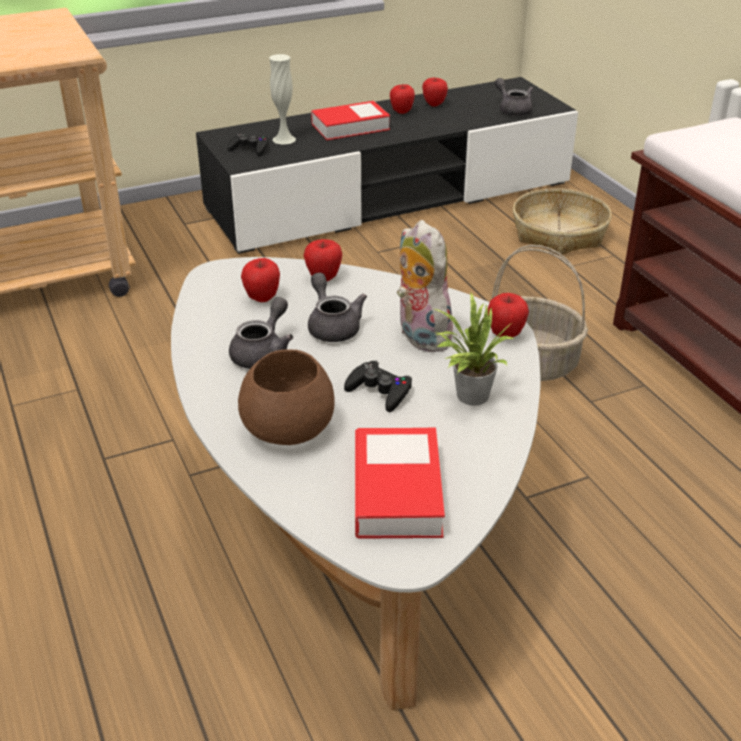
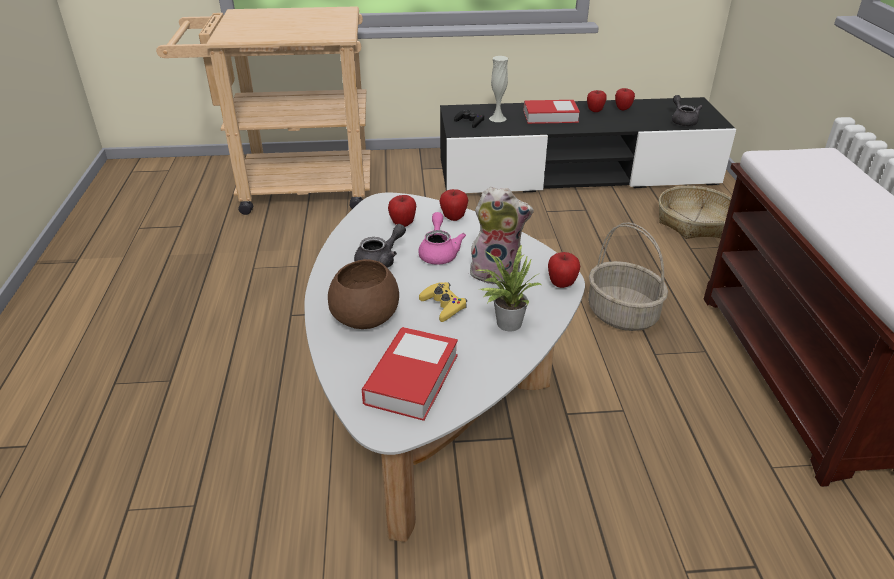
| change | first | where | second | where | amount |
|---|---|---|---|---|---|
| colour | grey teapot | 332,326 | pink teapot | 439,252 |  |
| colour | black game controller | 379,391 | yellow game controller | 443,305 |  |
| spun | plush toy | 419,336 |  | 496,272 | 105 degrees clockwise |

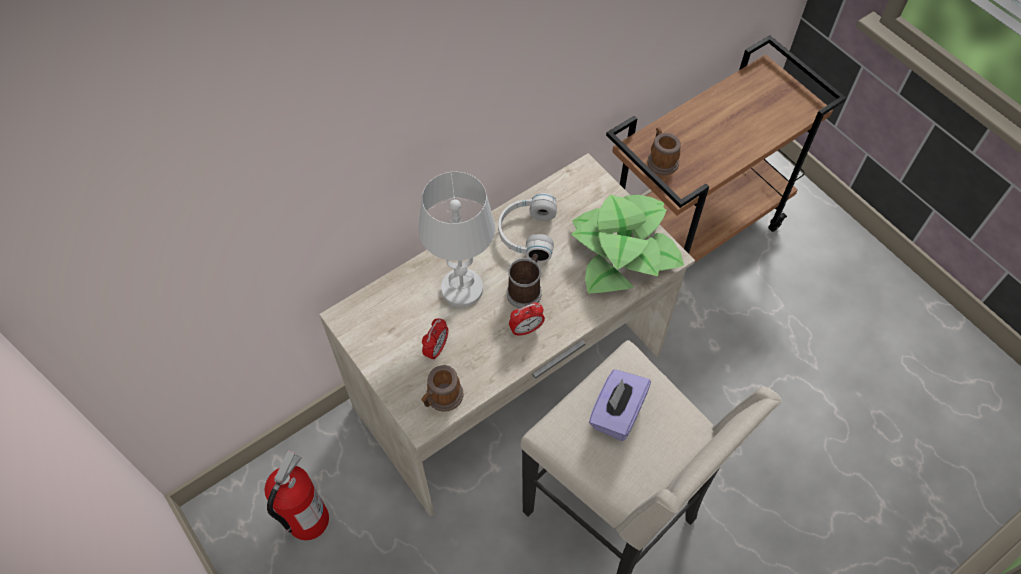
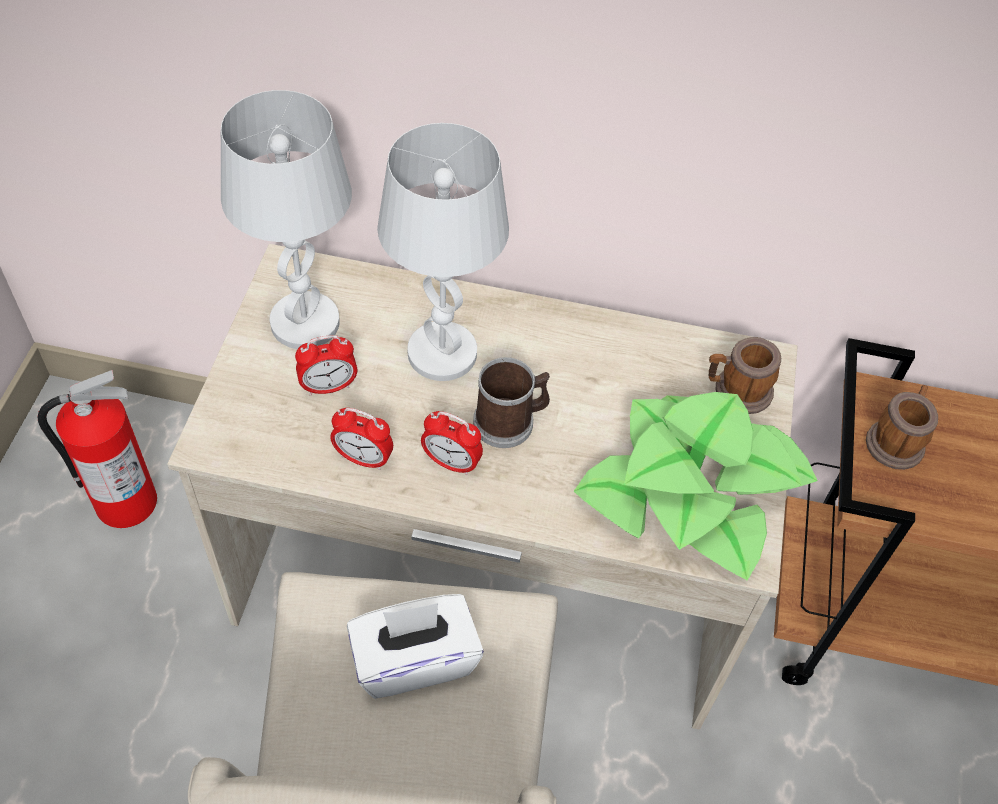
| change | first | where | second | where | amount |
|---|---|---|---|---|---|
| appeared |  |  | white table lamp | 305,323 |  |
| appeared |  |  | alarm clock | 363,459 |  |
| colour | purple tissue box | 616,413 | white tissue box | 414,659 |  |
| relocated | mug | 441,398 |  | 736,391 |  |
| missing | white headphones | 526,233 |  |  |  |

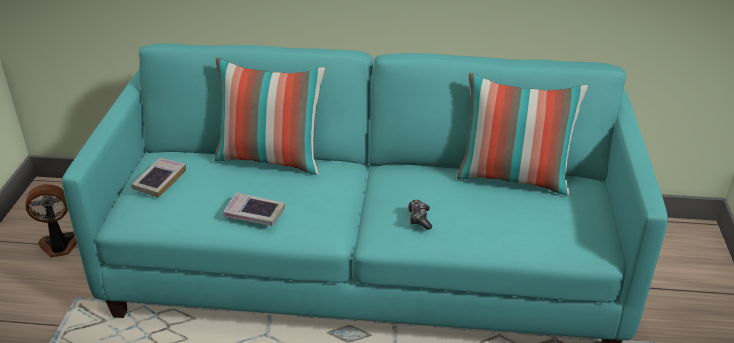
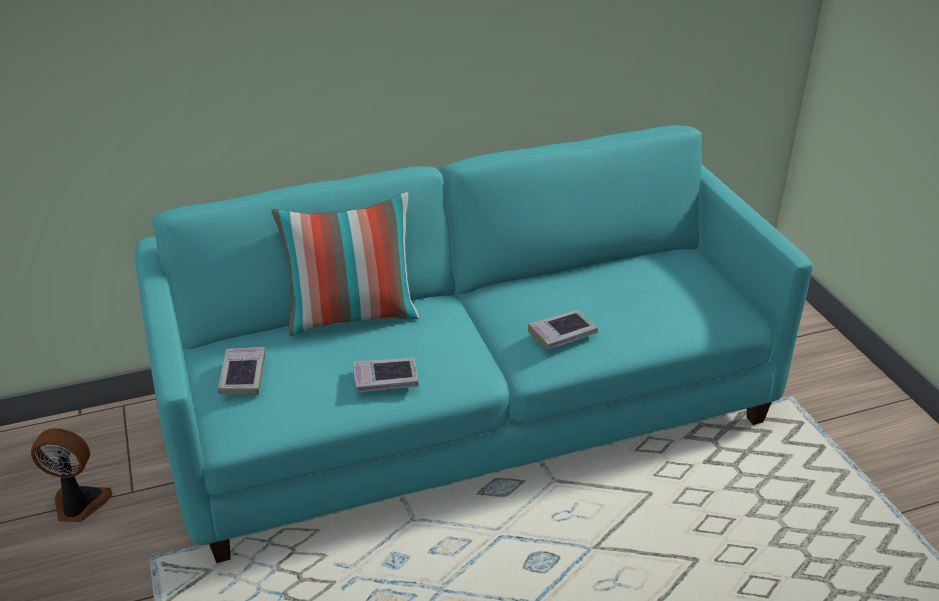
| change | first | where | second | where | amount |
|---|---|---|---|---|---|
| spun | fan | 60,245 |  | 78,505 | 45 degrees clockwise |
| exchanged | game controller | 419,219 | book | 562,334 |  |
| missing | pillow | 514,178 |  |  |  |

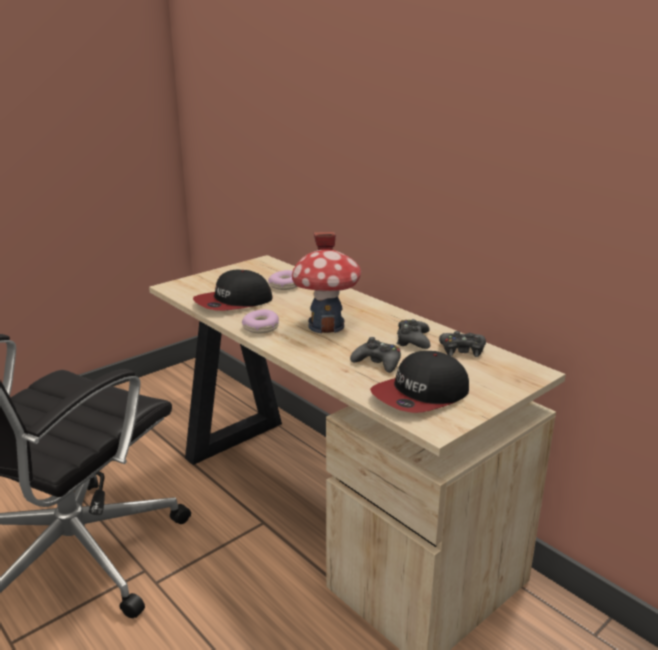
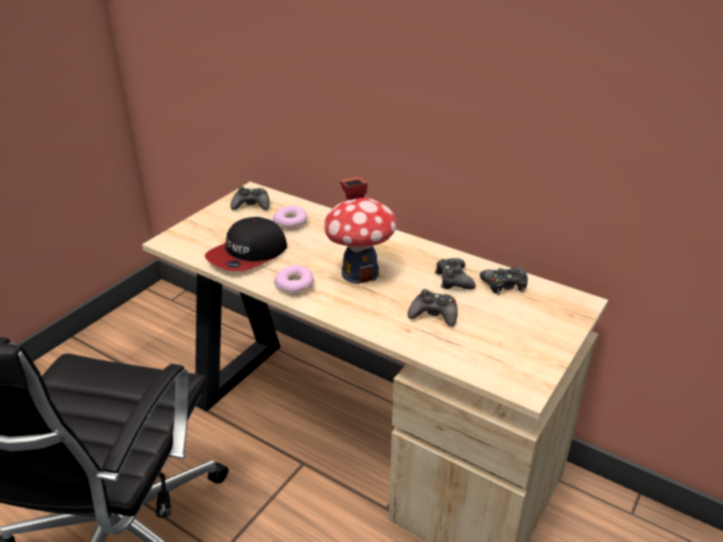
| change | first | where | second | where | amount |
|---|---|---|---|---|---|
| appeared |  |  | black game controller | 251,205 |  |
| missing | cap | 421,395 |  |  |  |

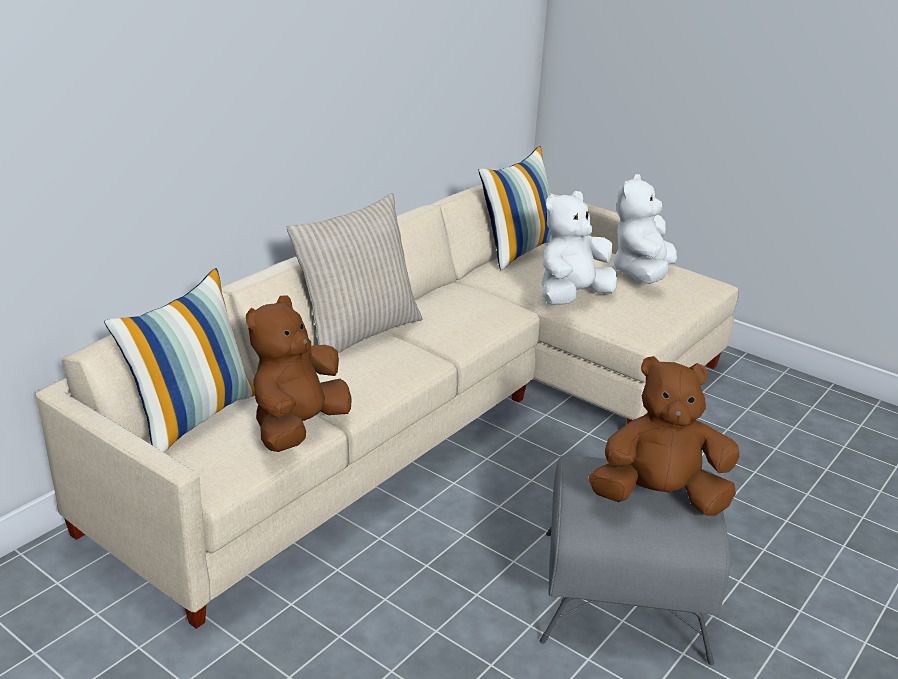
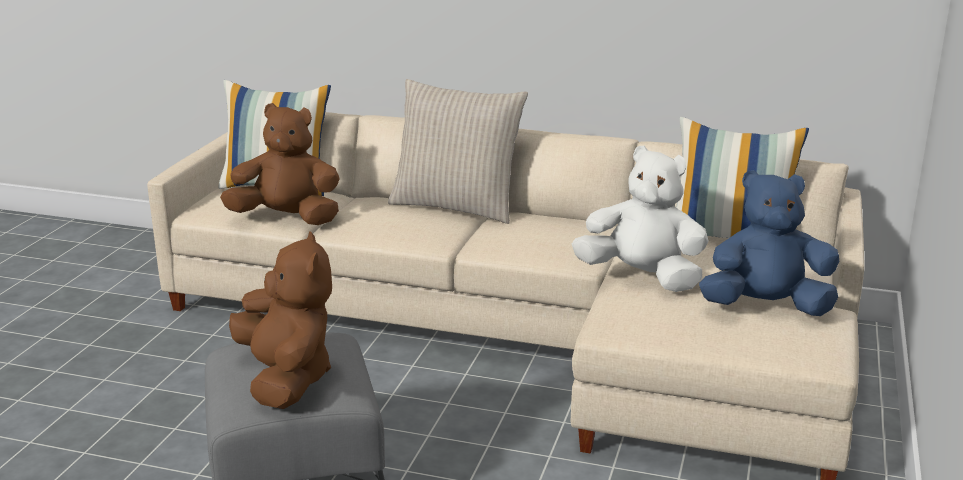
| change | first | where | second | where | amount |
|---|---|---|---|---|---|
| colour | white plush toy | 641,274 | blue plush toy | 766,307 |  |

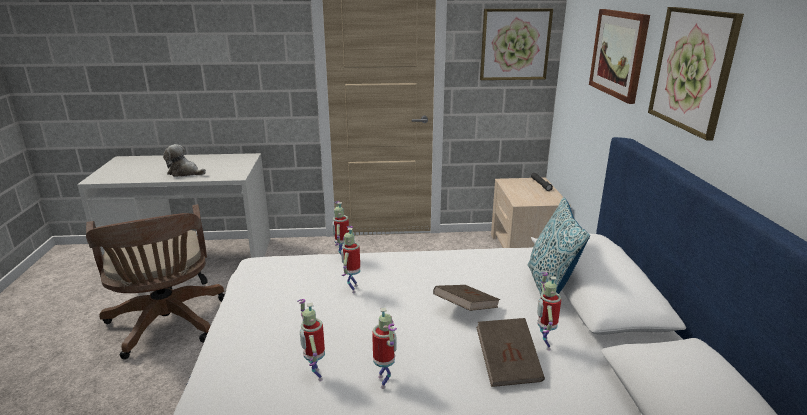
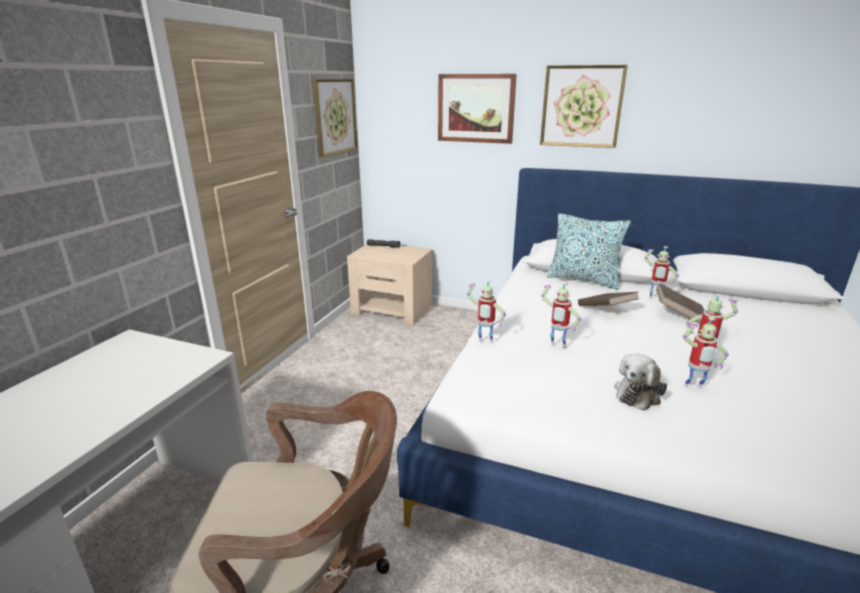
| change | first | where | second | where | amount |
|---|---|---|---|---|---|
| relocated | plush toy | 185,173 |  | 638,393 |  |

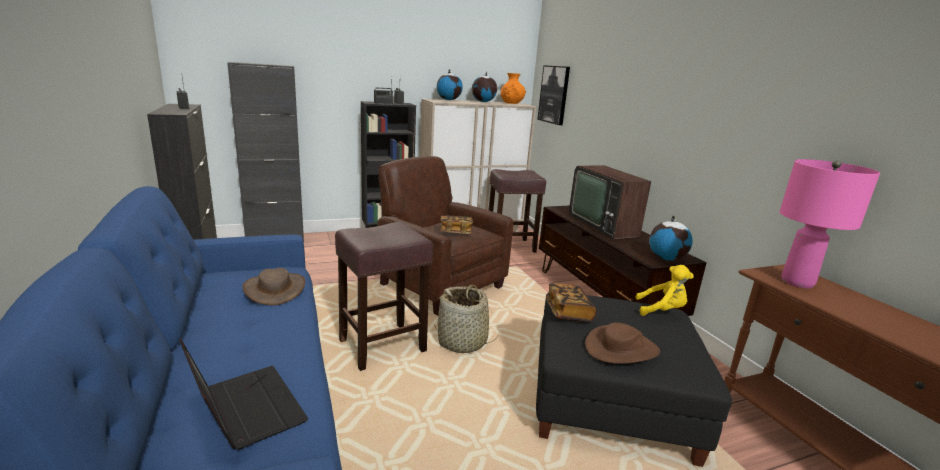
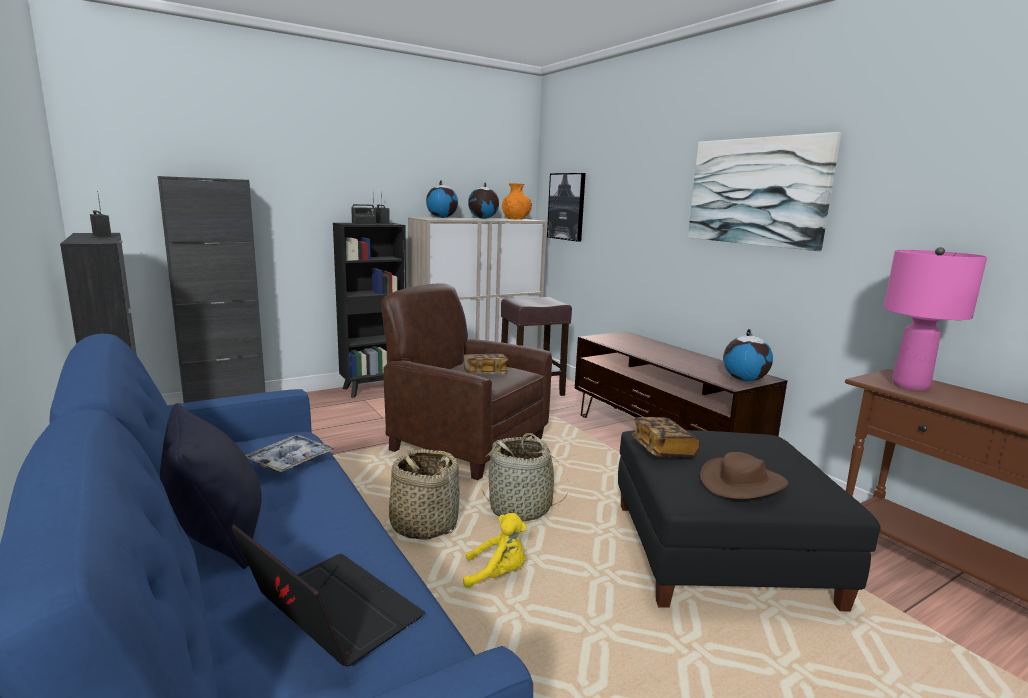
| change | first | where | second | where | amount |
|---|---|---|---|---|---|
| appeared |  |  | black pillow | 218,537 |  |
| exchanged | brown hat | 275,289 | tray | 290,460 |  |
| exchanged | brown stool | 384,345 | basket | 423,524 |  |
| relocated | yellow plush toy | 662,310 |  | 497,574 |  |
| appeared |  |  | picture | 756,191 |  |
| missing | television | 605,224 |  |  |  |

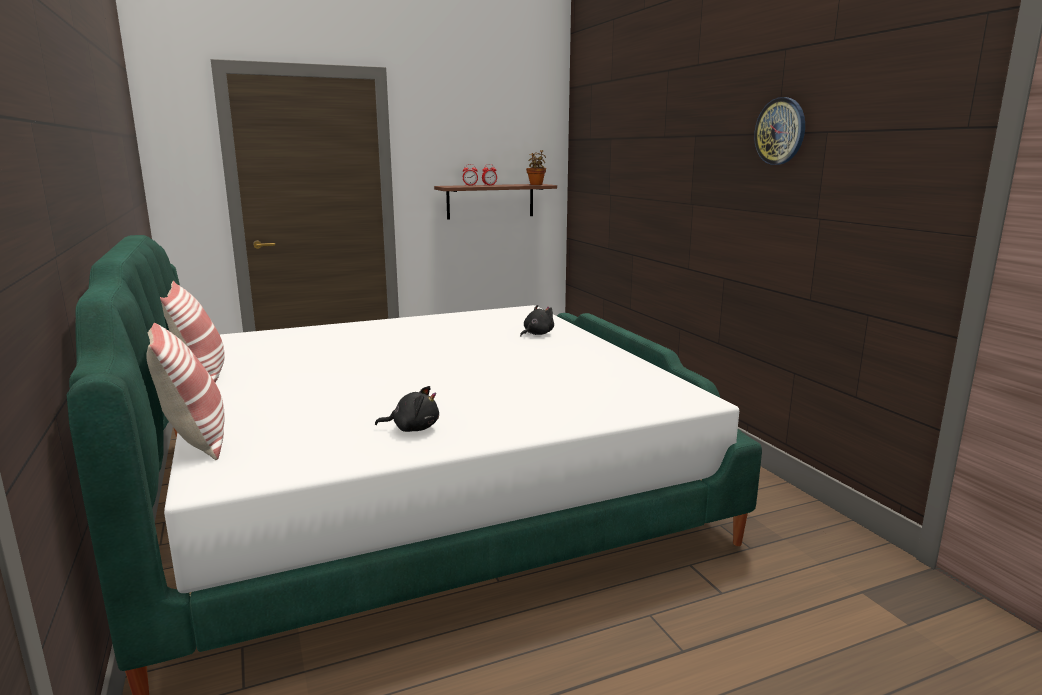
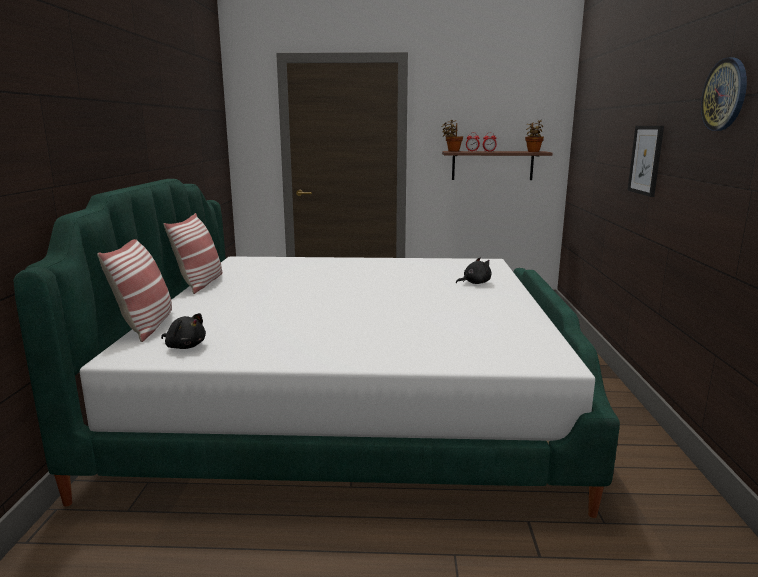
| change | first | where | second | where | amount |
|---|---|---|---|---|---|
| relocated | black plush toy | 413,428 |  | 185,346 |  |
| appeared |  |  | potted plant | 452,151 |  |
| appeared |  |  | picture | 646,160 |  |

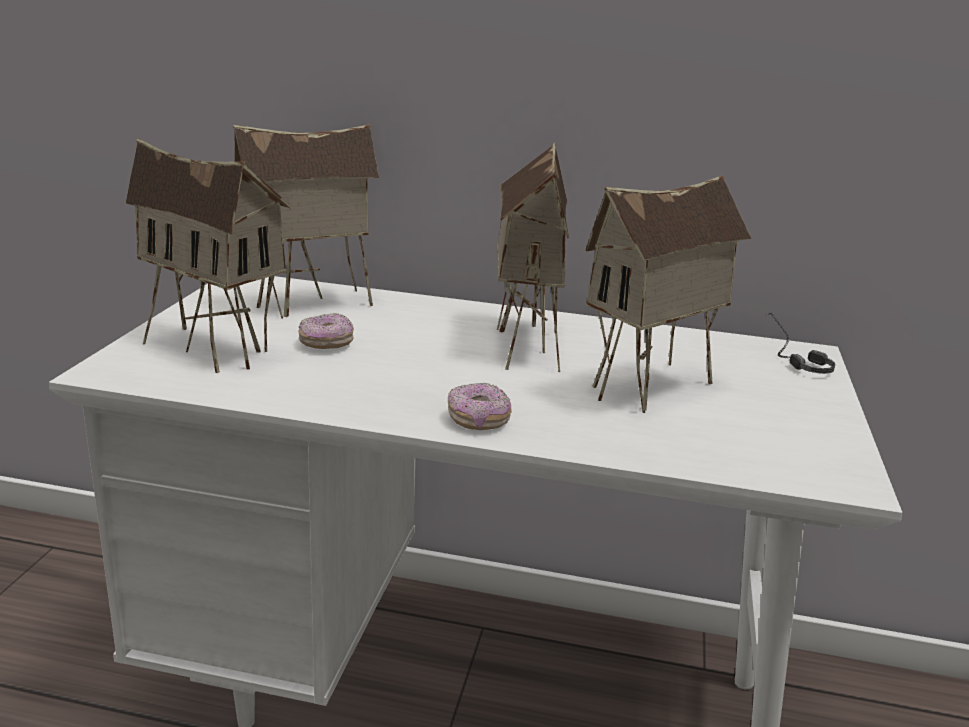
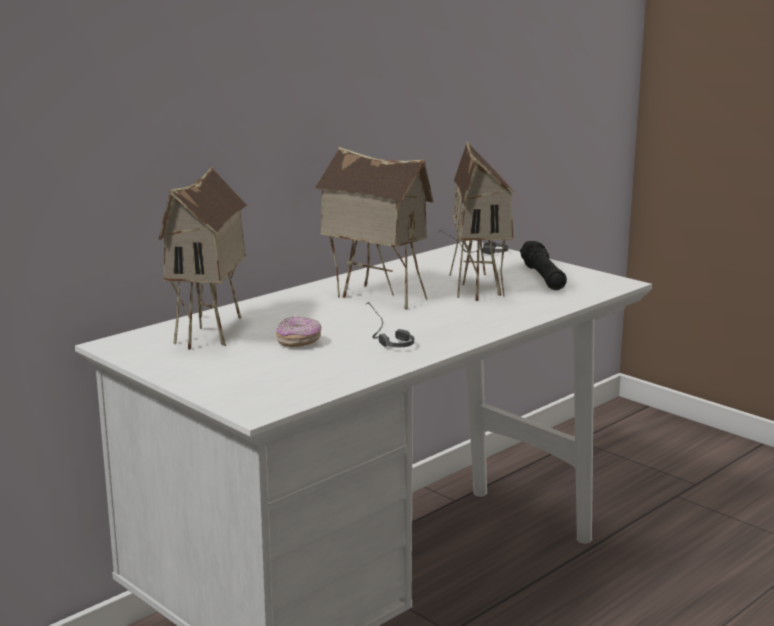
| change | first | where | second | where | amount |
|---|---|---|---|---|---|
| appeared |  |  | headphones | 381,337 |  |
| appeared |  |  | black flashlight | 543,277 |  |
| missing | toy house | 215,349 |  |  |  |
| missing | donut | 478,420 |  |  |  |

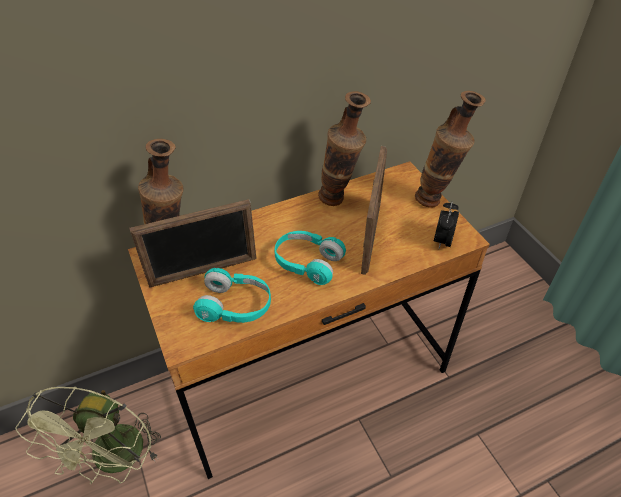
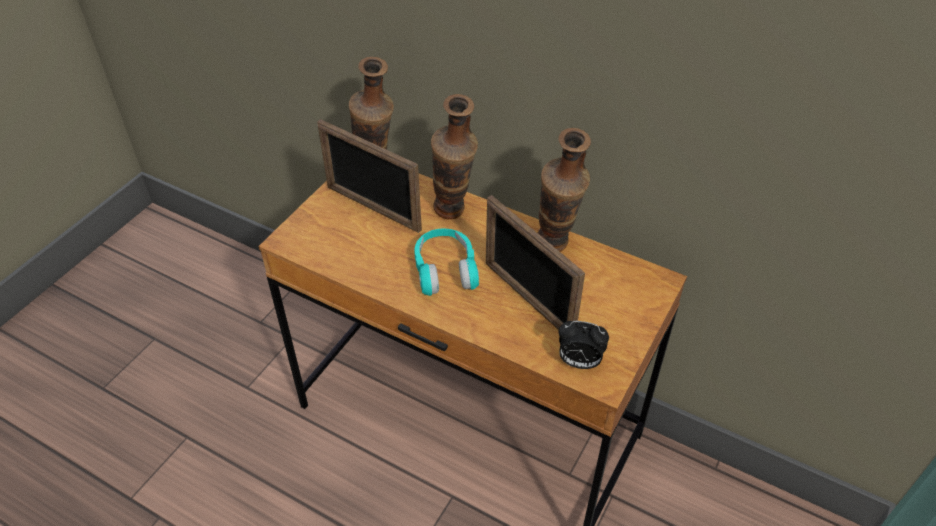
| change | first | where | second | where | amount |
|---|---|---|---|---|---|
| relocated | vase | 436,201 |  | 453,216 |  |
| spun | picture frame | 371,236 |  | 527,299 | 75 degrees clockwise |
| spun | alarm clock | 442,241 |  | 579,362 | 150 degrees counterclockwise |
| missing | green fan | 116,461 |  |  |  |
| missing | turquoise headphones | 235,306 |  |  |  |

